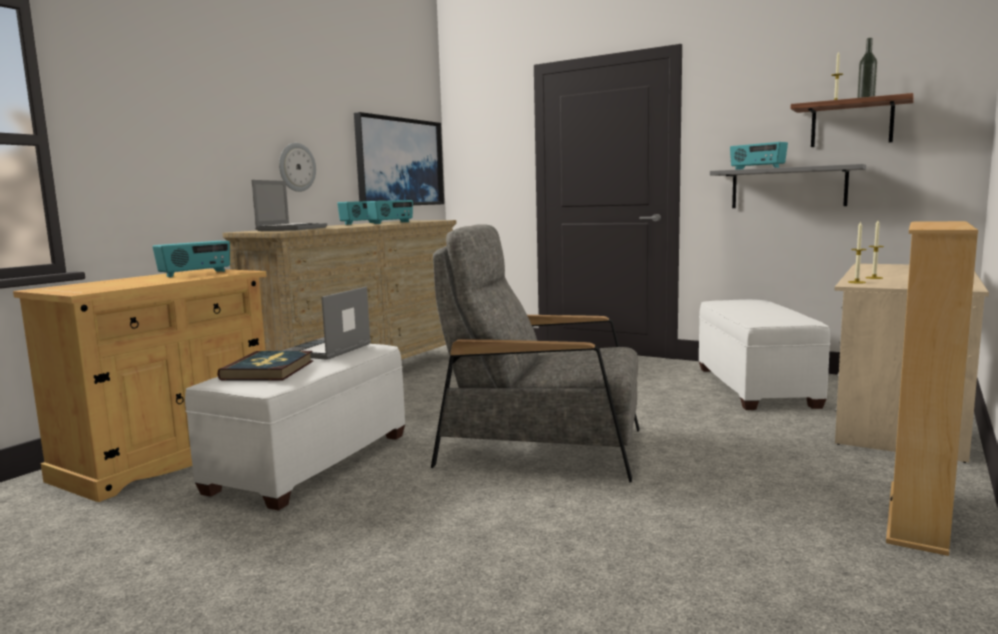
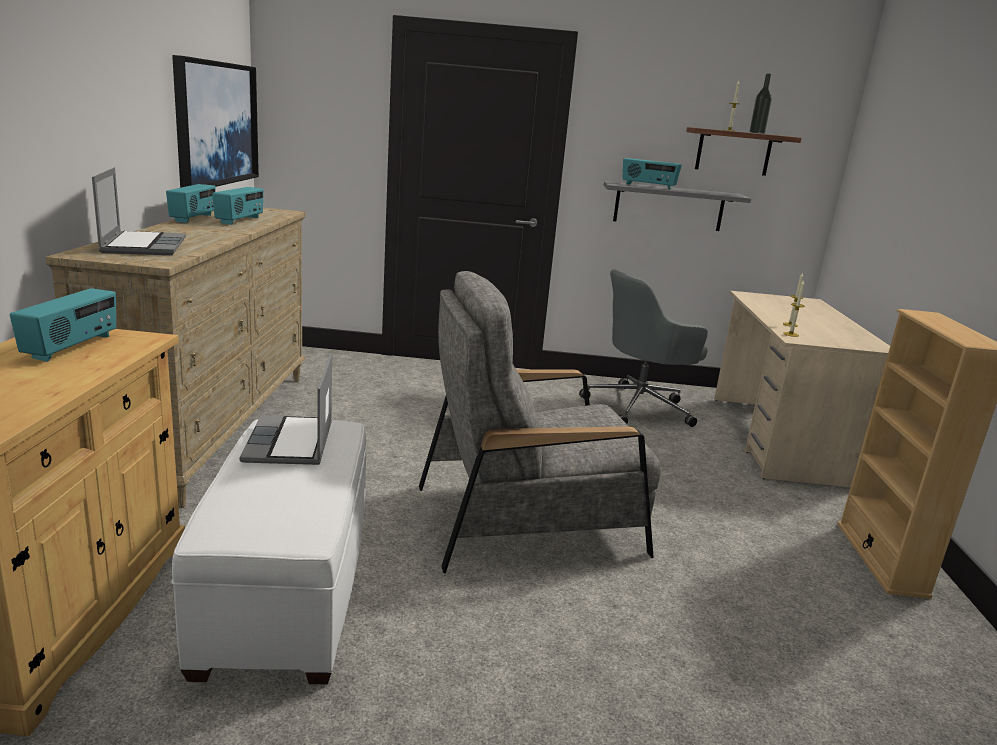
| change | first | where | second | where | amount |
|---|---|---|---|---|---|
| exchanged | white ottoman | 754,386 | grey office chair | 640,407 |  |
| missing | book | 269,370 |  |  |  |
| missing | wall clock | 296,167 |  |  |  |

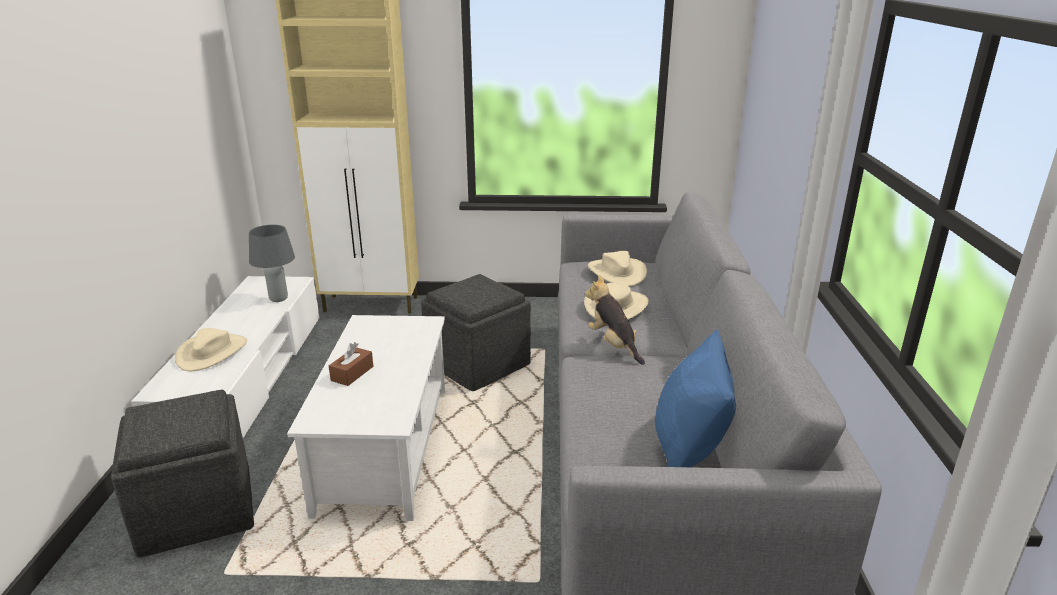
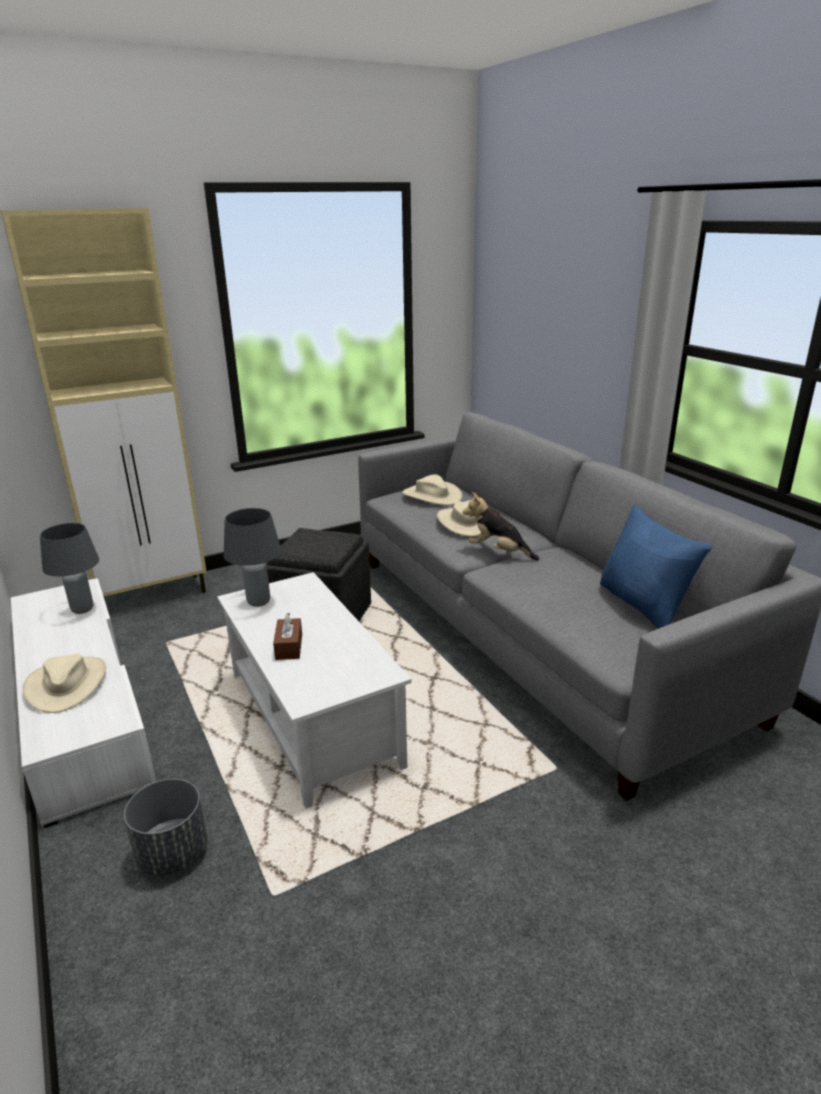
| change | first | where | second | where | amount |
|---|---|---|---|---|---|
| exchanged | grey ottoman | 198,510 | grey planter | 173,853 |  |
| appeared |  |  | grey table lamp | 258,602 |  |

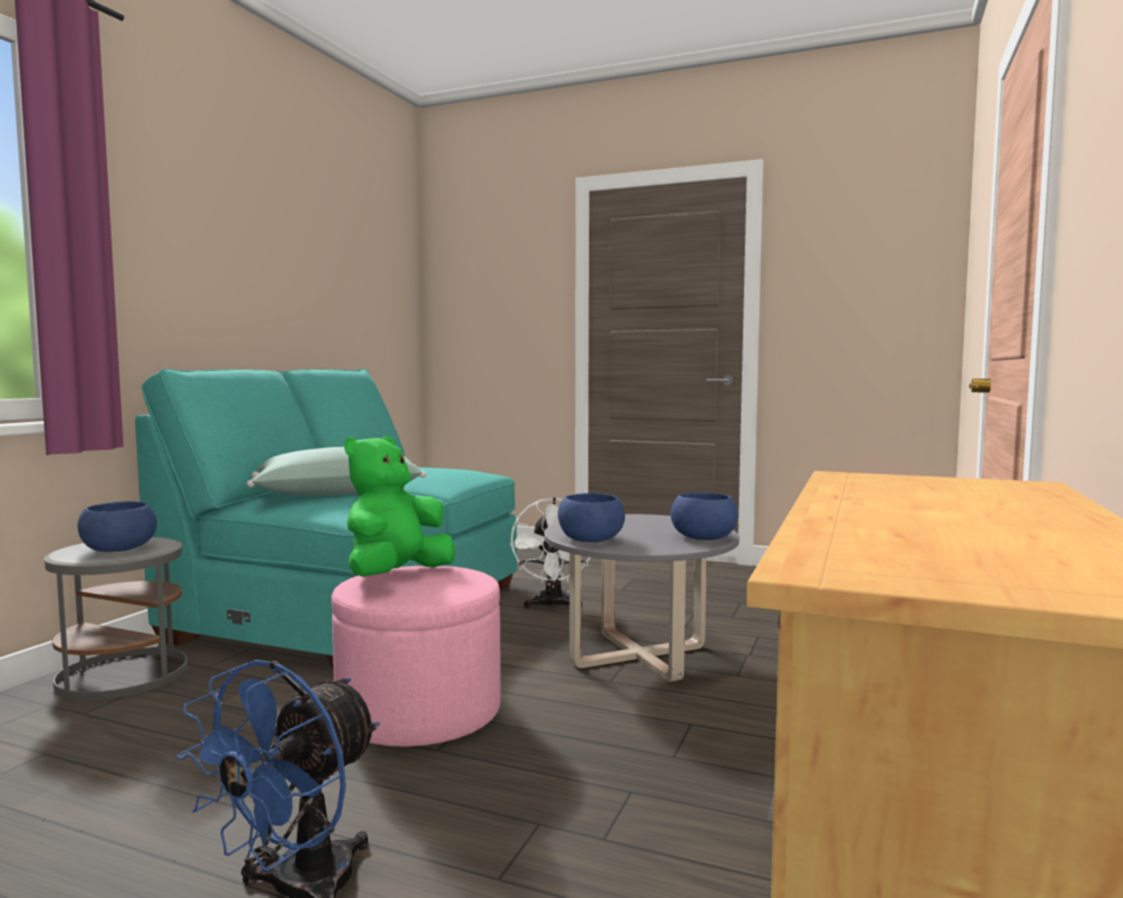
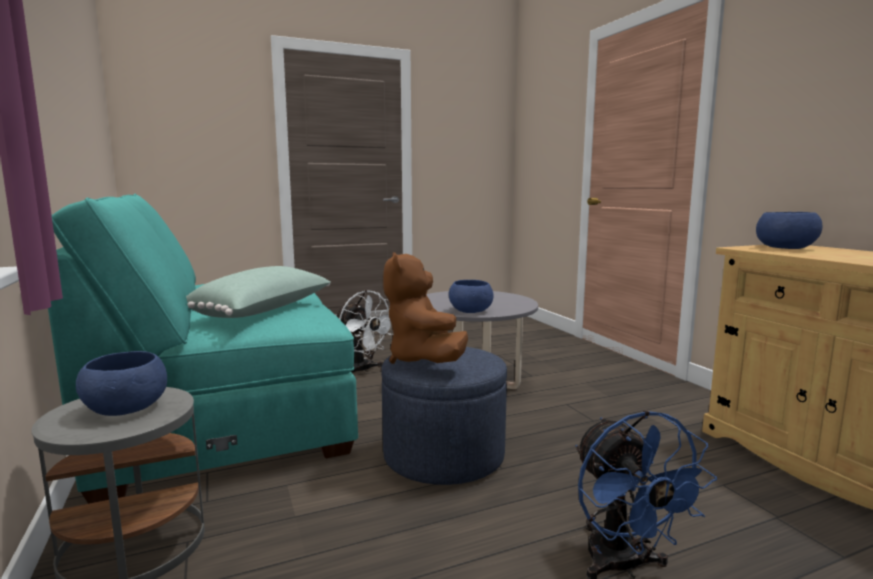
| change | first | where | second | where | amount |
|---|---|---|---|---|---|
| colour | pink ottoman | 419,712 | blue ottoman | 443,455 |  |
| colour | green plush toy | 396,576 | brown plush toy | 423,360 |  |
| relocated | blue bowl | 704,537 |  | 785,248 |  |

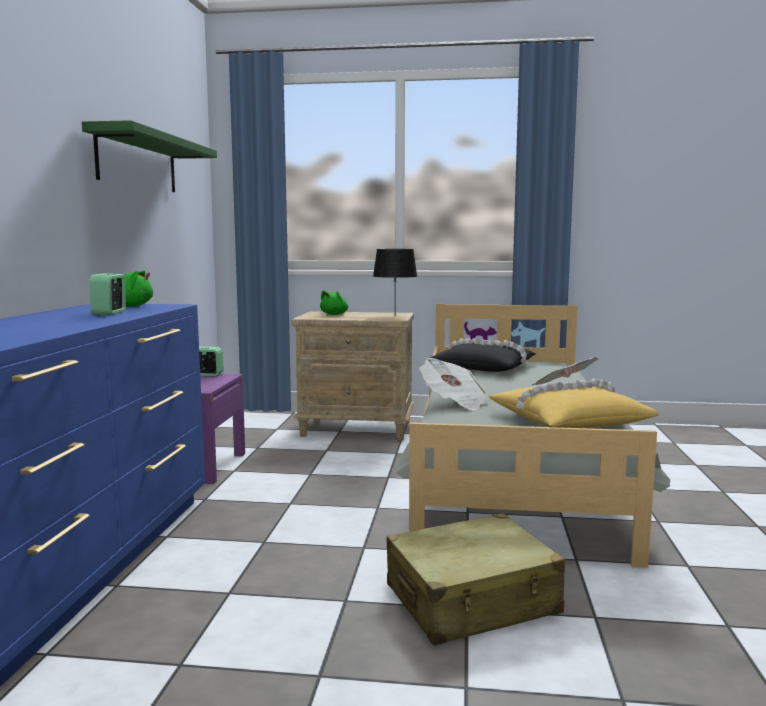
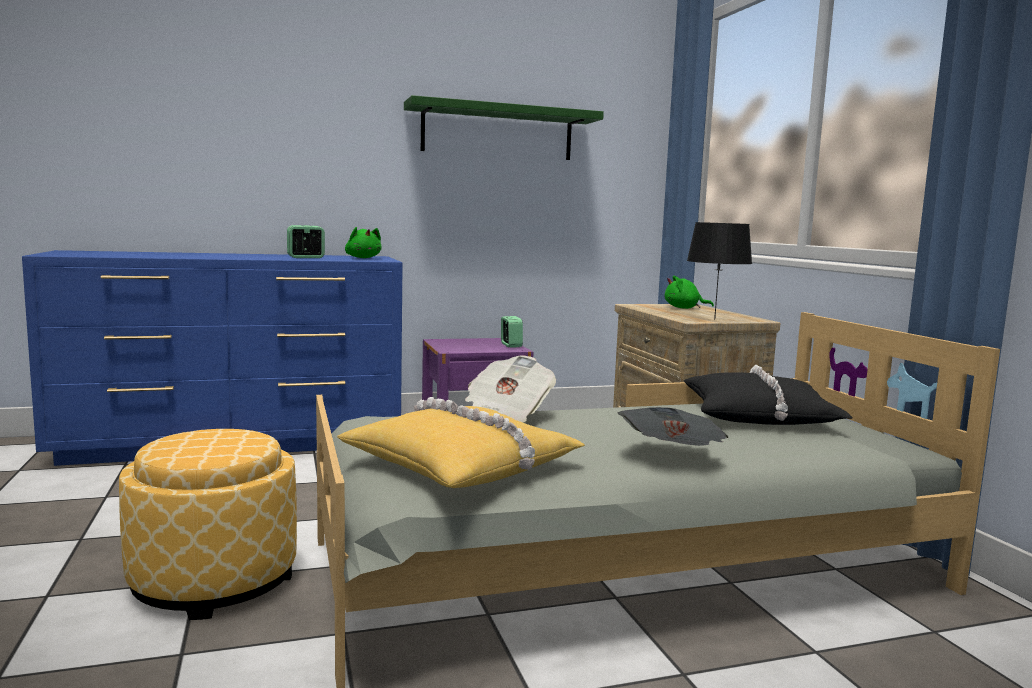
| change | first | where | second | where | amount |
|---|---|---|---|---|---|
| exchanged | beige suitcase | 472,600 | ottoman | 214,581 |  |

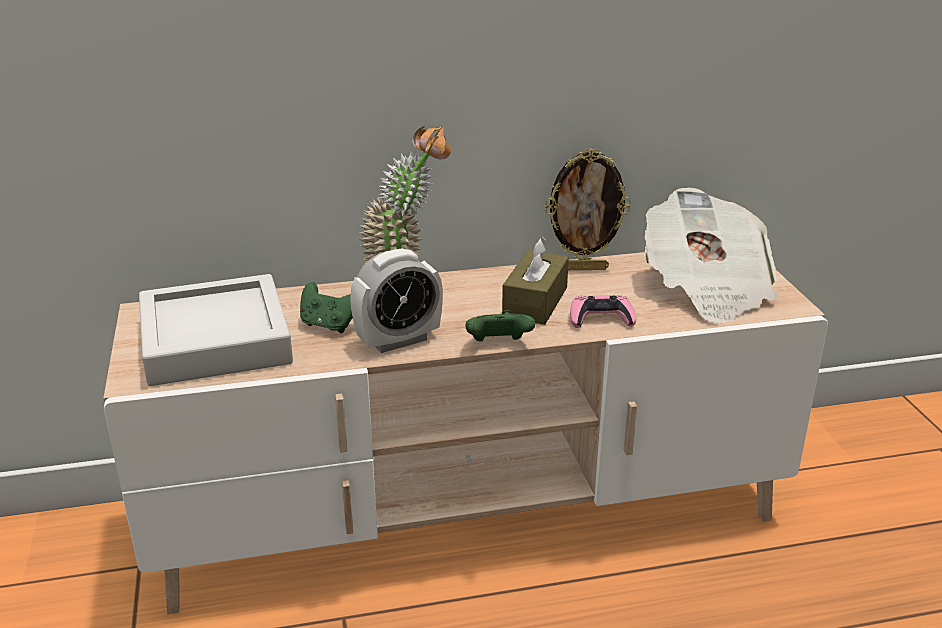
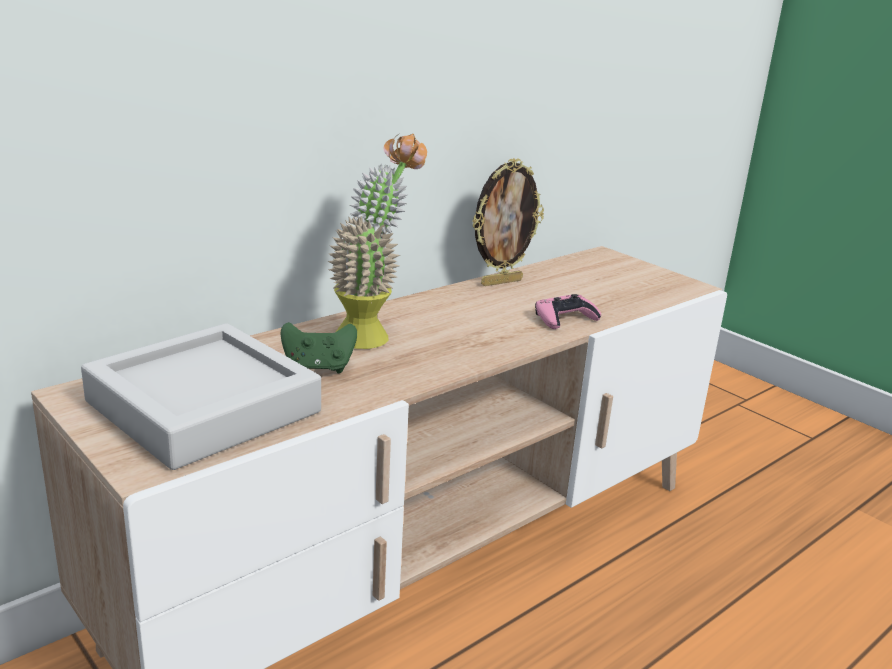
| change | first | where | second | where | amount |
|---|---|---|---|---|---|
| missing | alarm clock | 398,340 |  |  |  |
| missing | green game controller | 498,345 |  |  |  |
| missing | brown tissue box | 535,302 |  |  |  |
| missing | newspaper | 706,289 |  |  |  |

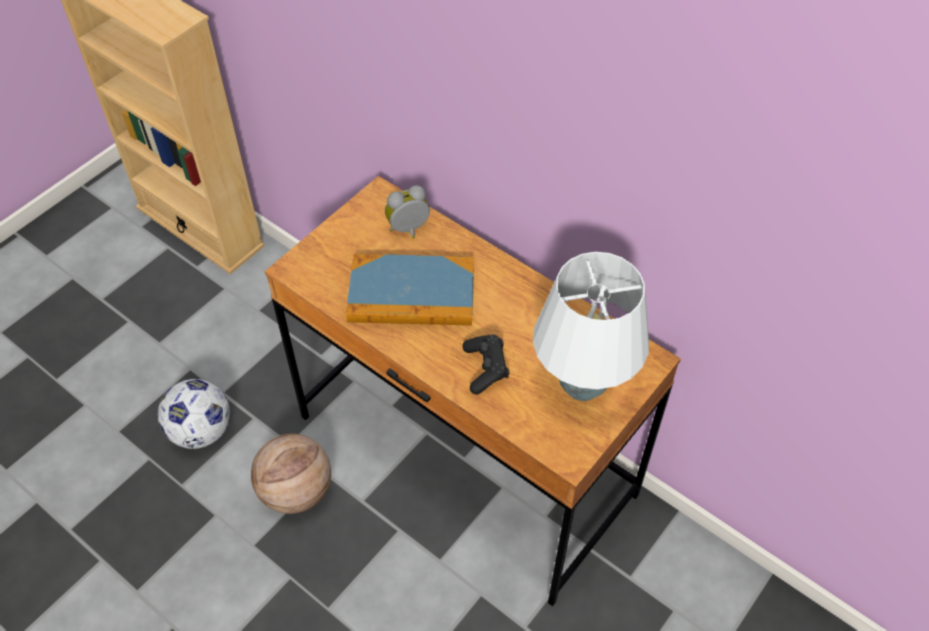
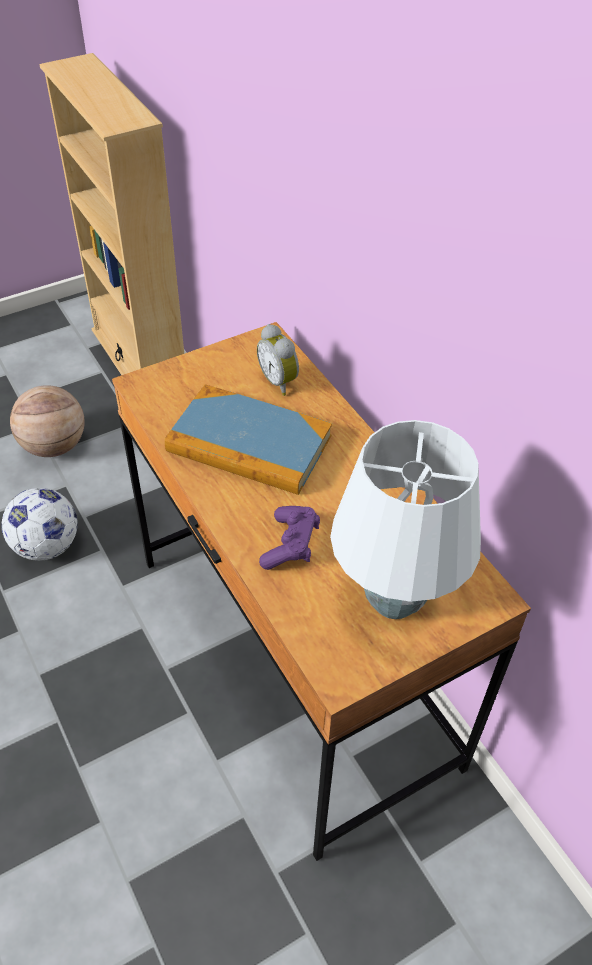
| change | first | where | second | where | amount |
|---|---|---|---|---|---|
| relocated | basketball | 296,491 |  | 54,446 |  |
| spun | alarm clock | 409,230 |  | 280,381 | 120 degrees counterclockwise |
| colour | black game controller | 486,368 | purple game controller | 290,545 |  |

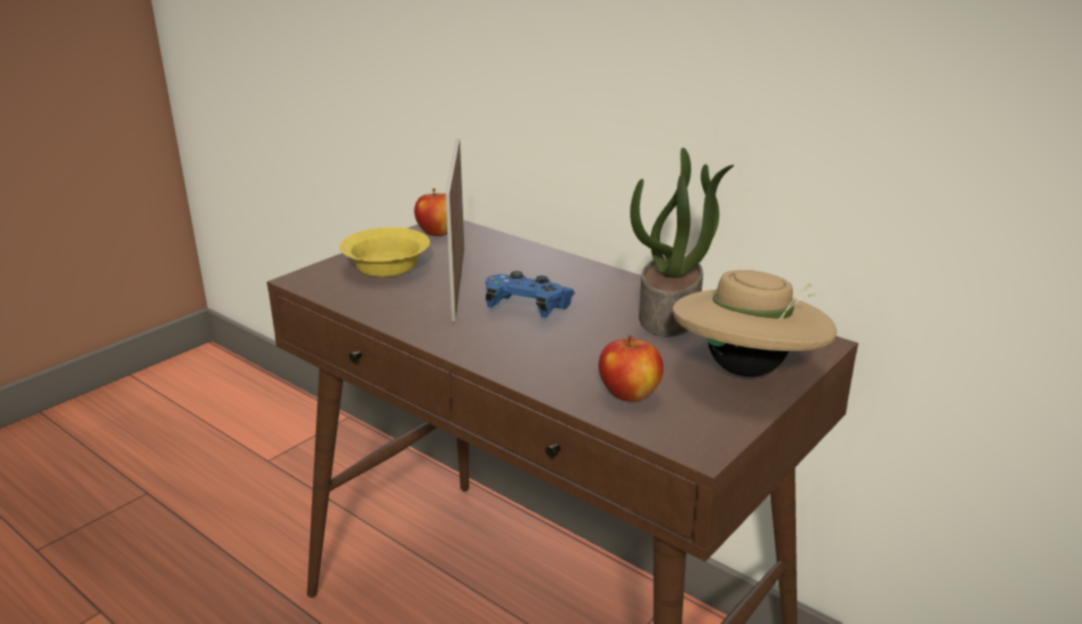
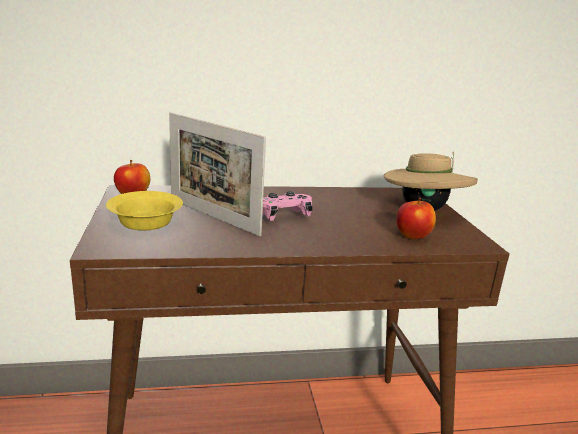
| change | first | where | second | where | amount |
|---|---|---|---|---|---|
| colour | blue game controller | 528,308 | pink game controller | 281,216 |  |
| missing | potted plant | 670,316 |  |  |  |

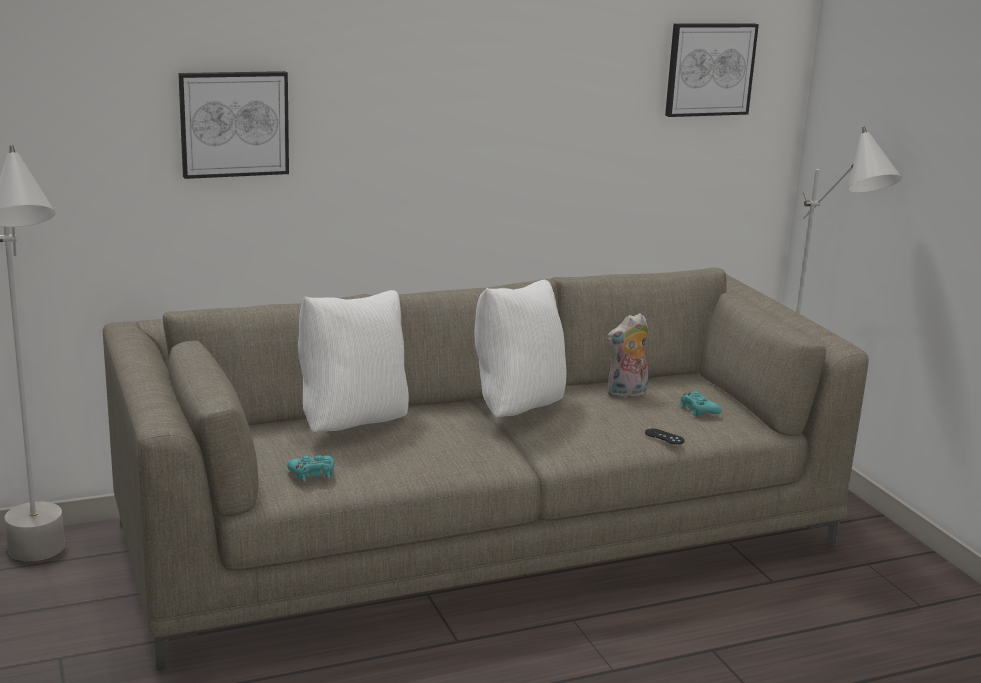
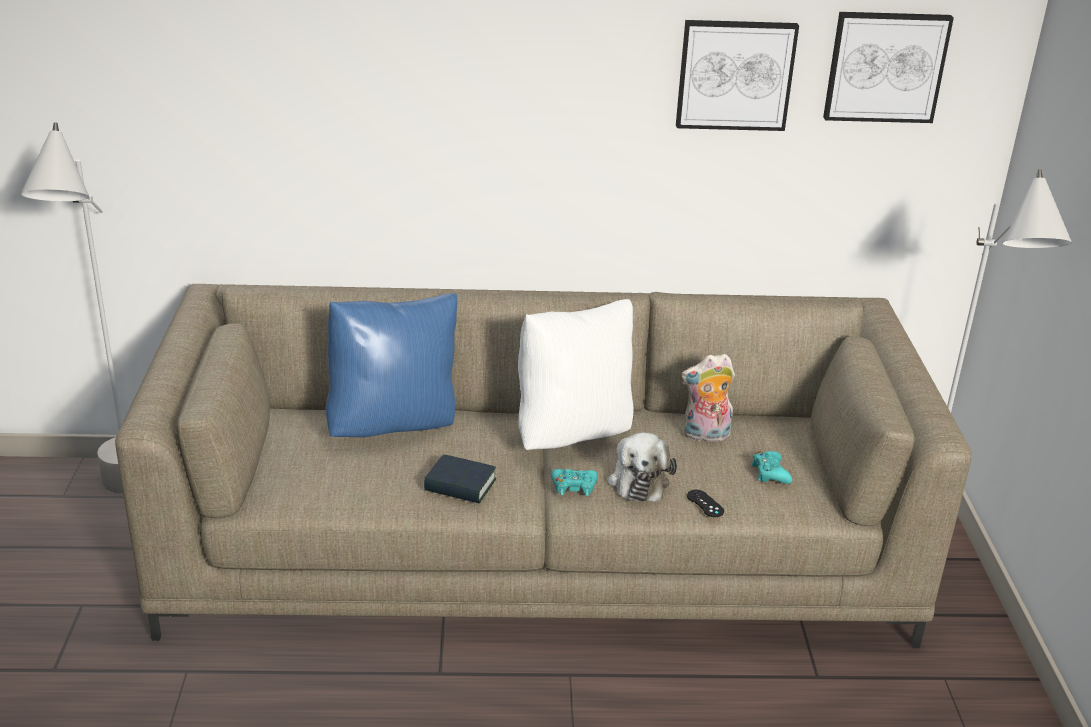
| change | first | where | second | where | amount |
|---|---|---|---|---|---|
| colour | white pillow | 353,423 | blue pillow | 394,425 |  |
| appeared |  |  | book | 460,485 |  |
| relocated | turquoise game controller | 312,473 |  | 574,486 |  |
| appeared |  |  | plush toy | 639,480 |  |
| relocated | picture | 234,123 |  | 735,75 |  |

